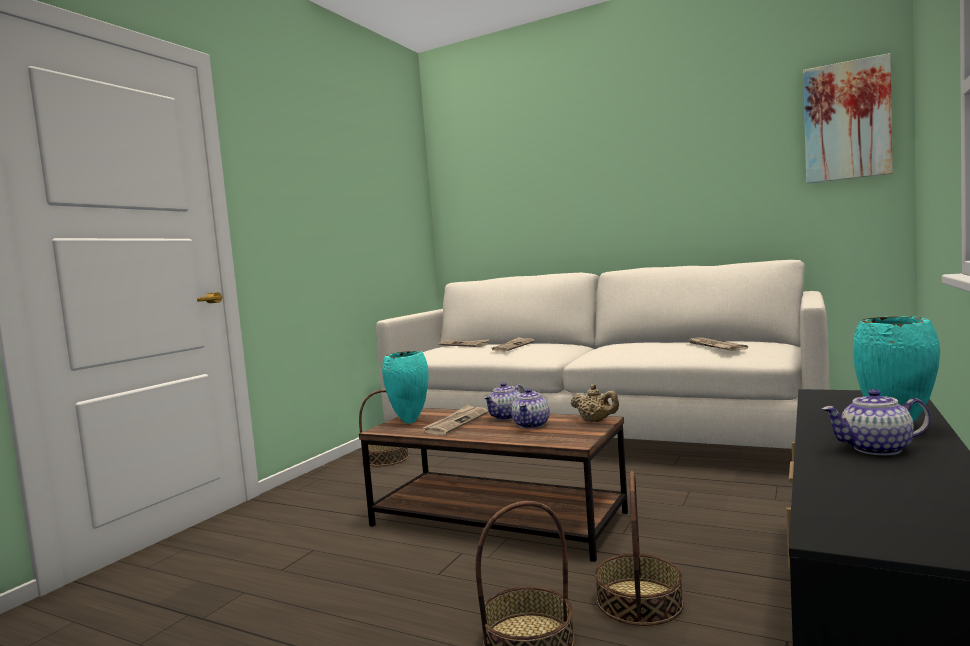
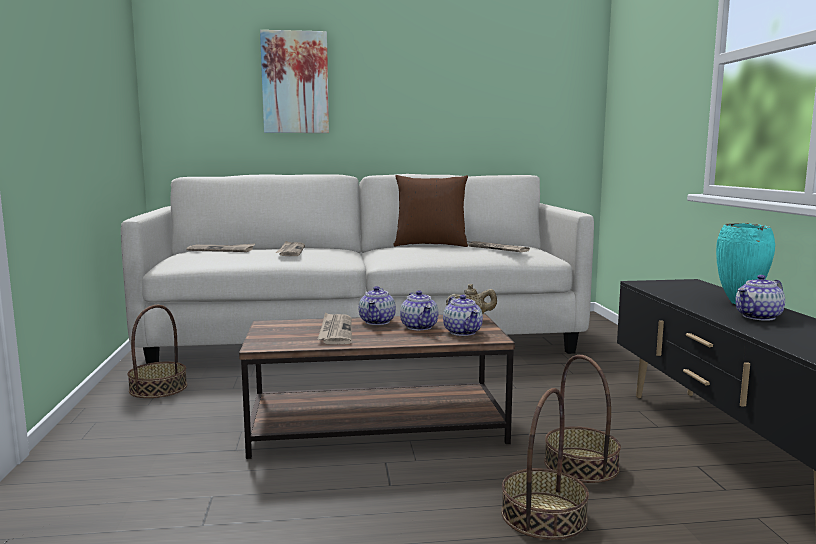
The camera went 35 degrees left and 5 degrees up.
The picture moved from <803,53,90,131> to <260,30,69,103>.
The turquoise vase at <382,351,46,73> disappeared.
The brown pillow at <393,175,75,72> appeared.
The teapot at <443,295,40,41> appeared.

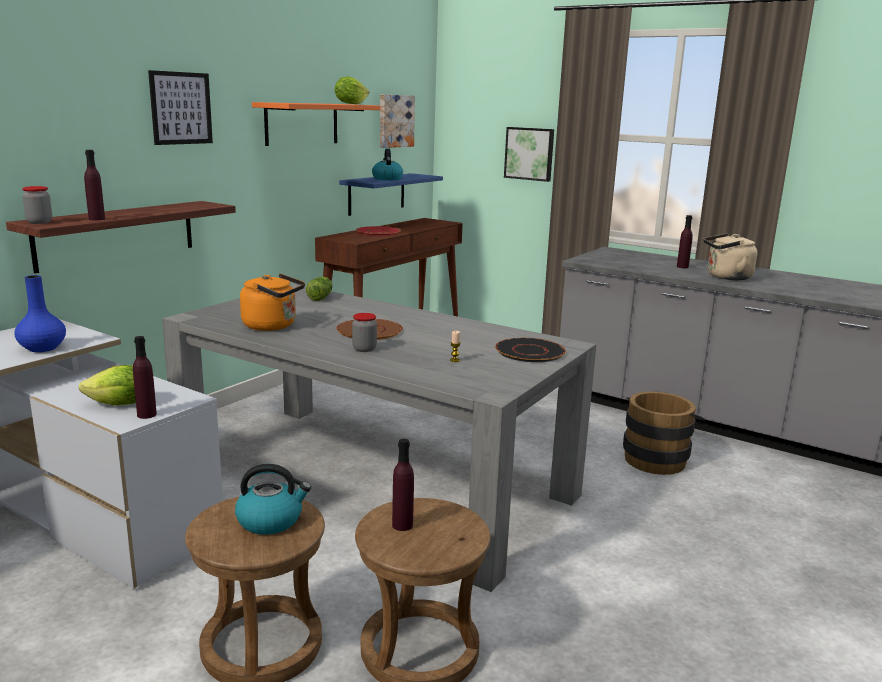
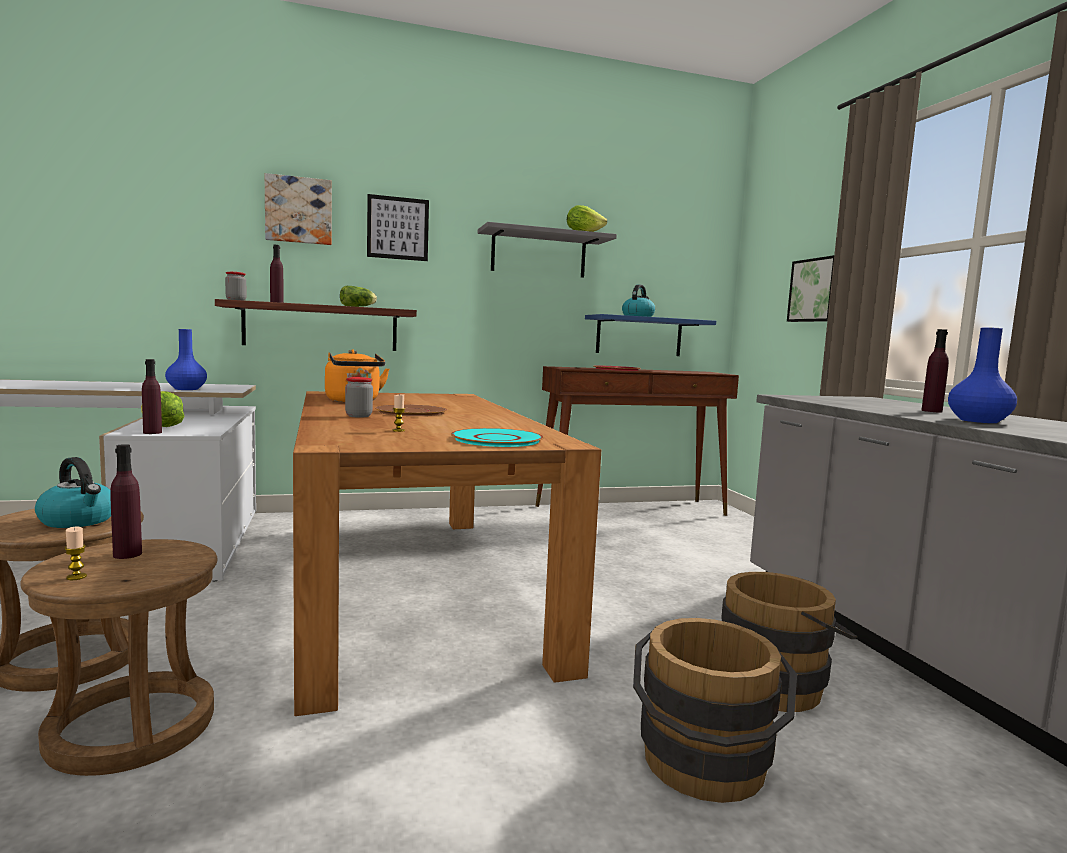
The camera went 40 degrees right and 10 degrees down.
The picture moved from <380,94,35,54> to <265,173,67,72>.
The orange shelf at <252,102,128,44> became the grey shelf at <478,222,139,56>.
The beige kettle at <704,234,53,46> was replaced by the blue vase at <948,328,69,95>.
The lettuce moved from <306,277,27,24> to <340,286,37,21>.
The grey dining table at <162,284,434,308> became the brown dining table at <293,391,308,325>.
The black plate at <495,338,71,24> became the turquoise plate at <451,428,93,19>.
The candle at <64,527,23,53> appeared.
The brown bucket at <633,618,164,185> appeared.

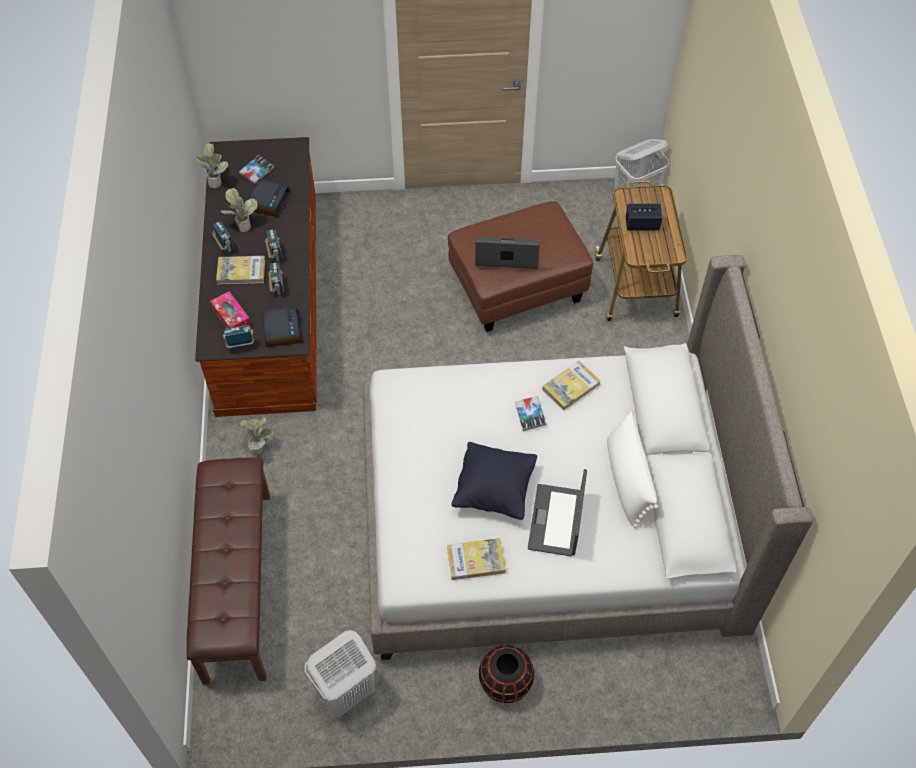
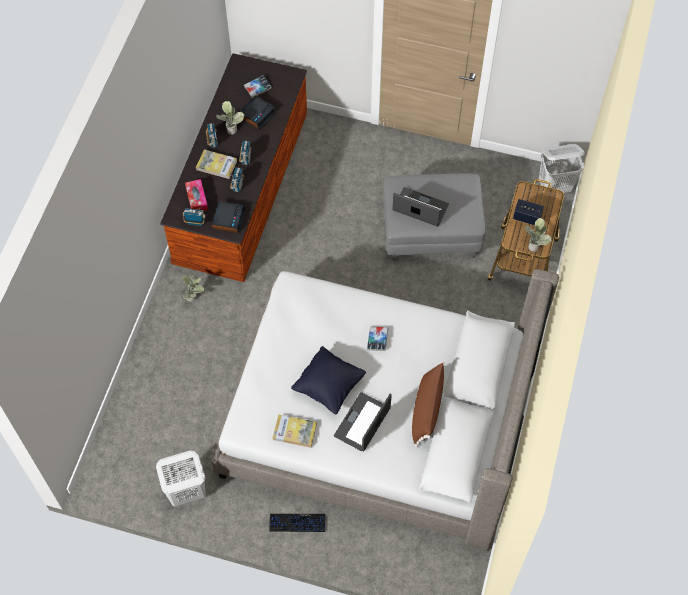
The camera went 20 degrees right and 5 degrees up.
The potted plant moved from <195,143,33,45> to <525,218,26,34>.
The brown ottoman at <448,201,145,131> became the grey ottoman at <383,173,103,88>.
The book at <542,361,59,50> disappeared.
The white pillow at <607,411,51,117> became the brown pillow at <412,362,33,85>.
The brown bench at <187,458,83,227> disappeared.
The black vase at <479,645,55,58> was replaced by the keyboard at <269,514,57,18>.

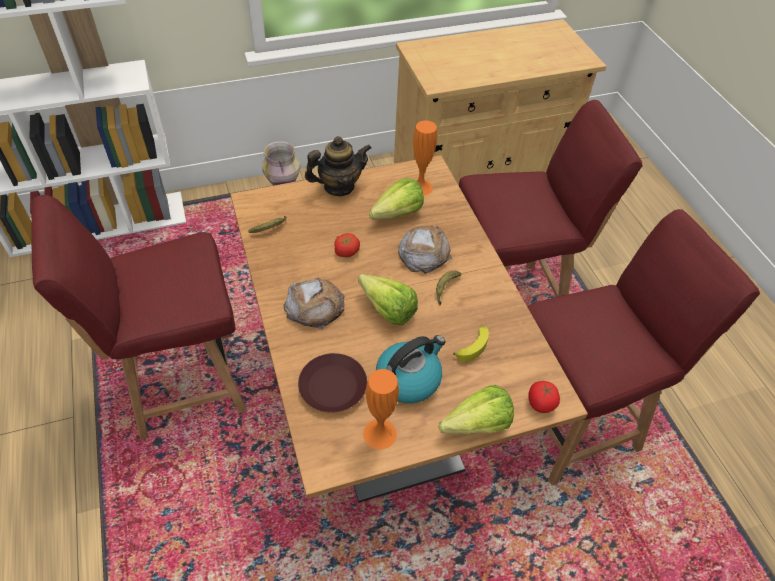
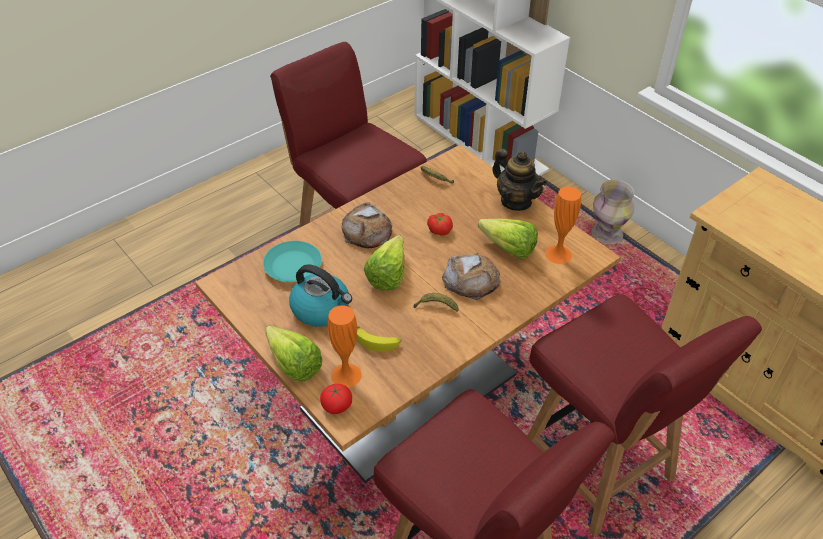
The camera went 70 degrees right and 5 degrees down.
The brown plate at <298,353,69,60> became the turquoise plate at <263,241,59,41>.
The orange vase moved from <363,369,36,81> to <328,306,34,82>.

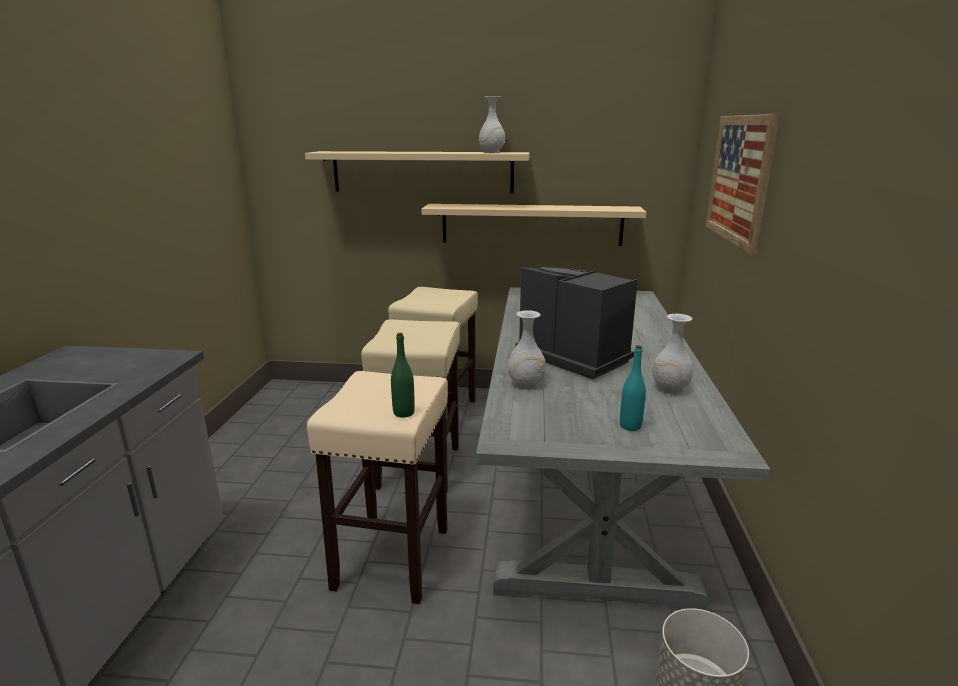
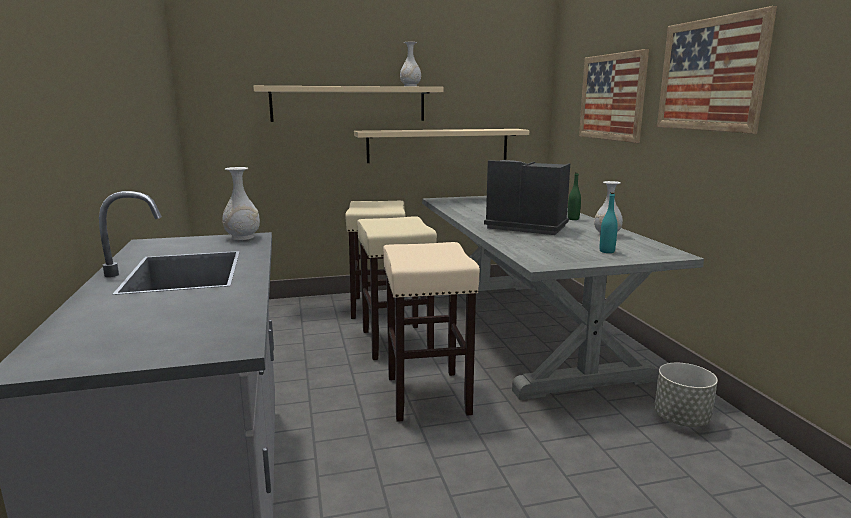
The camera went 20 degrees left and 5 degrees down.
The white vase moved from <508,310,38,79> to <222,167,38,73>.
The green bottle moved from <391,333,24,85> to <567,172,14,48>.
The picture at <657,6,120,128> appeared.

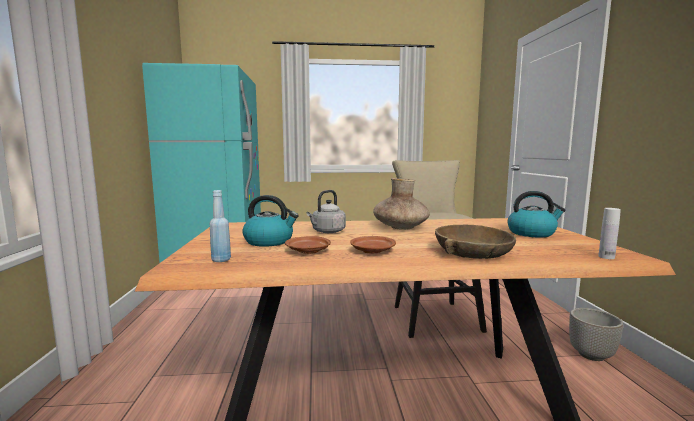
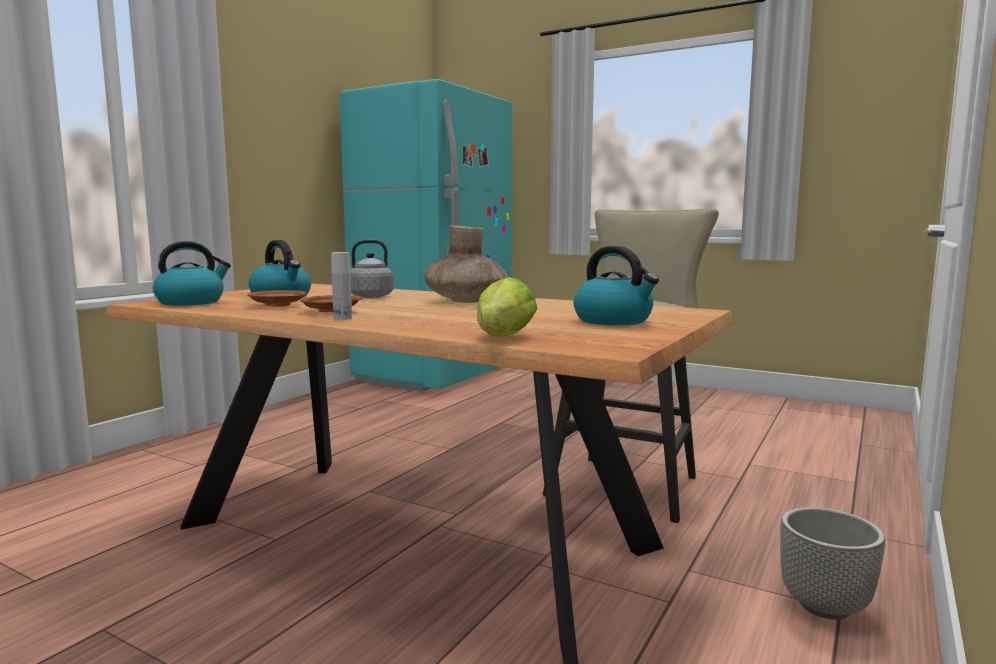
The camera went 35 degrees right and 0 degrees up.
The blue bottle at <210,190,21,72> was replaced by the kettle at <153,241,78,65>.
The white bottle moved from <598,208,23,51> to <331,252,21,68>.
The brown bowl at <435,225,81,34> disappeared.
The lettuce at <477,277,60,60> appeared.

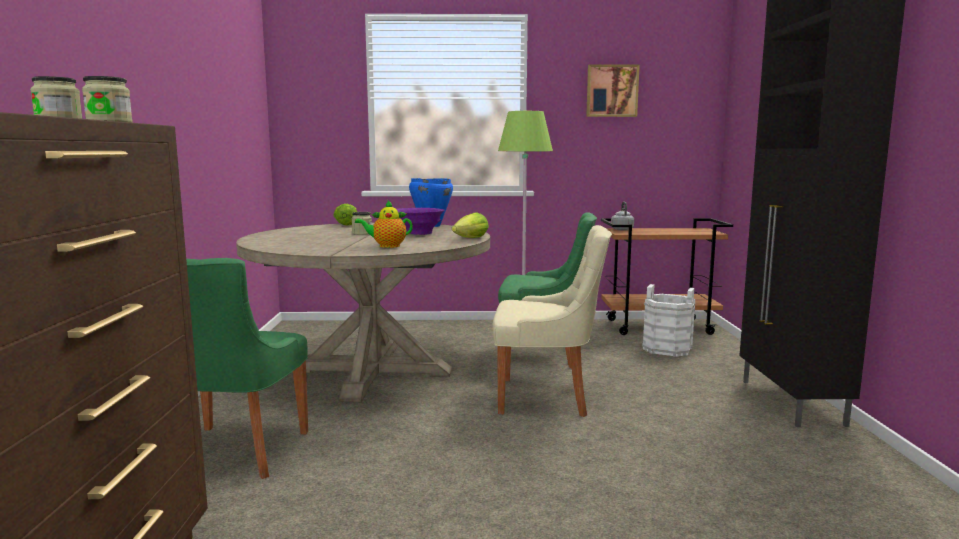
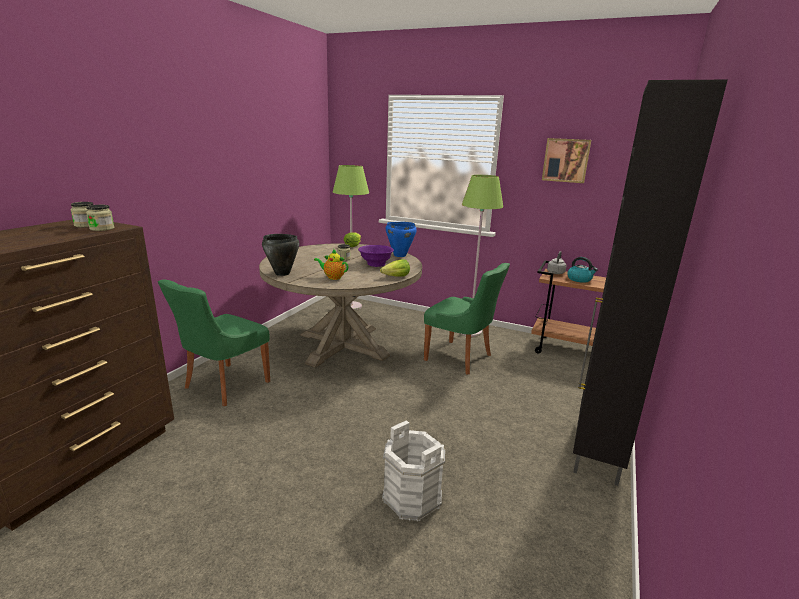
The camera went 25 degrees right and 10 degrees up.
The beige chair at <492,225,120,192> disappeared.
The white bucket moved from <642,284,53,73> to <382,420,63,102>.
The green floor lamp at <333,165,36,146> appeared.
The black cooking pot at <262,234,37,42> appeared.
The kettle at <567,257,31,26> appeared.

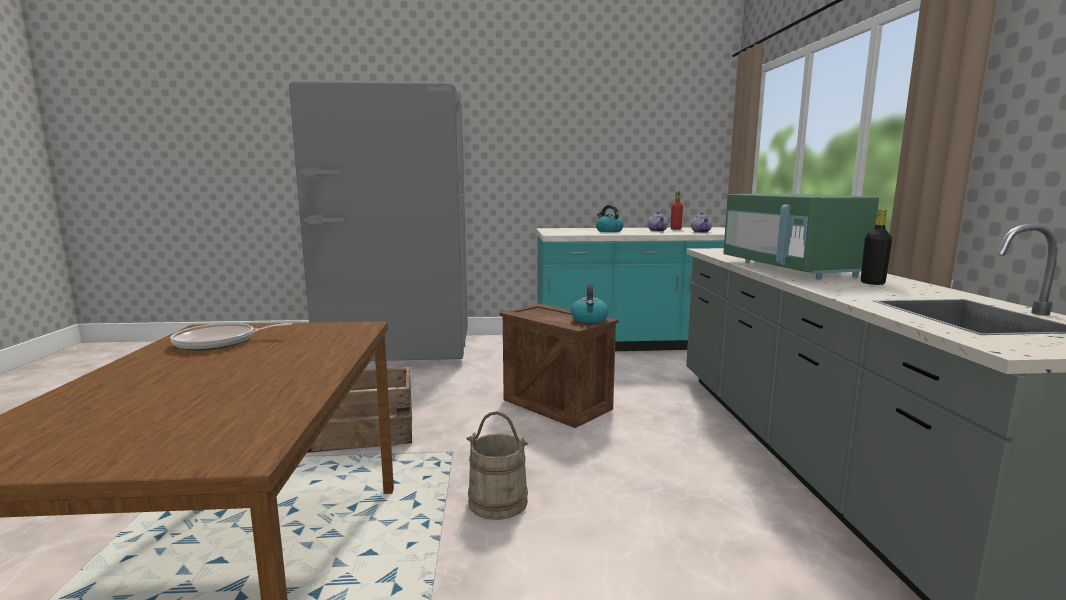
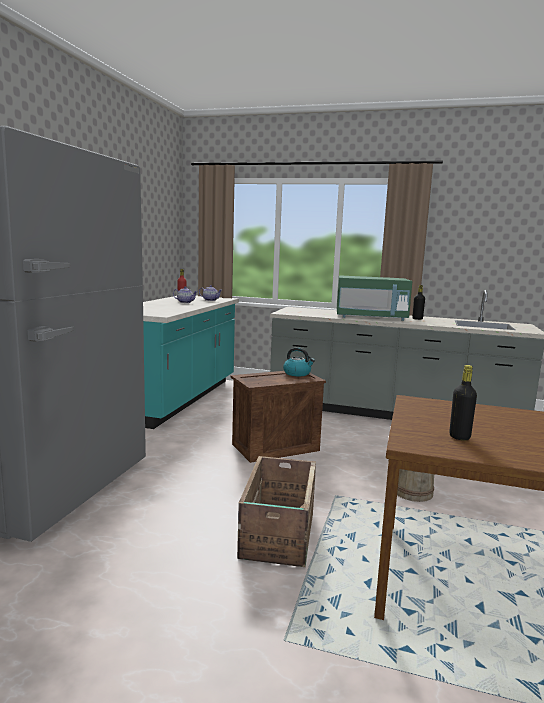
The camera went 70 degrees left and 0 degrees up.
The kettle at <596,205,27,27> disappeared.
The frying pan at <170,323,122,27> was replaced by the black bottle at <449,365,28,76>.

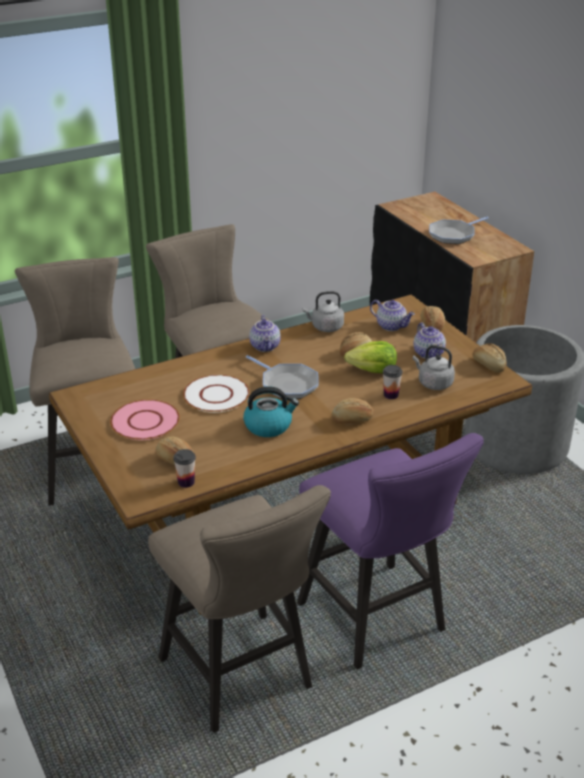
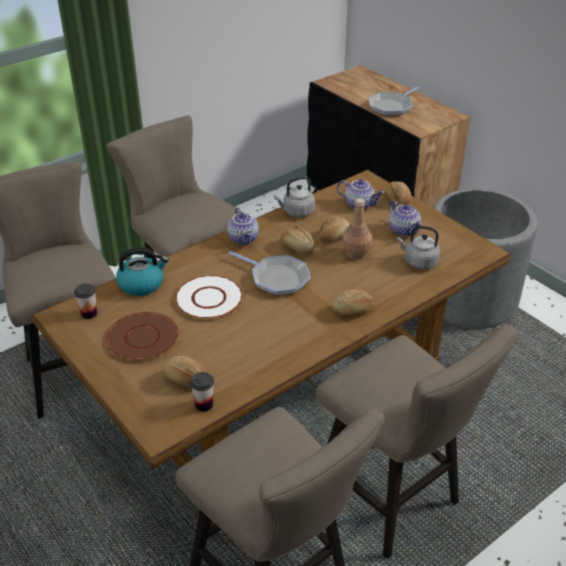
The camera went 10 degrees left and 5 degrees up.
The lettuce at <344,341,53,32> was replaced by the brown bottle at <342,198,30,62>.
The bread moved from <473,343,34,30> to <281,227,33,29>.
The cup moved from <383,365,19,34> to <74,283,23,36>.
The kettle moved from <243,387,56,50> to <116,247,53,49>.
The pink plate at <110,399,70,41> became the brown plate at <106,312,73,49>.
The purple stool at <297,433,187,236> became the beige stool at <316,326,201,233>.

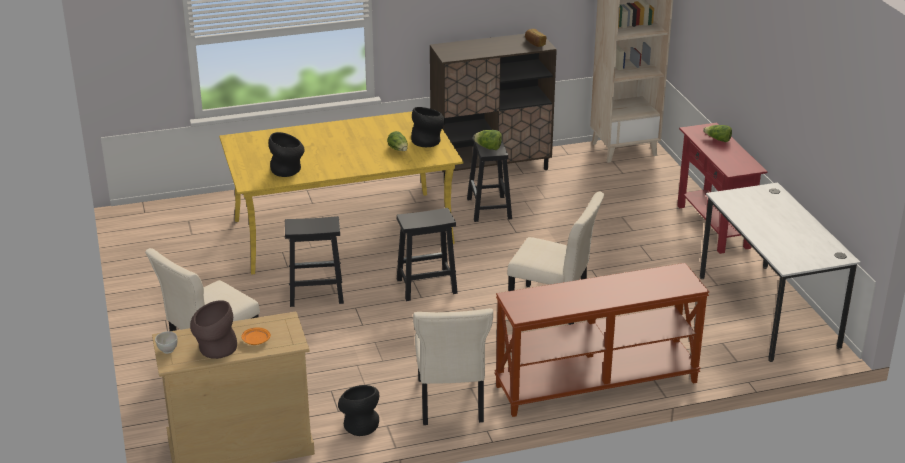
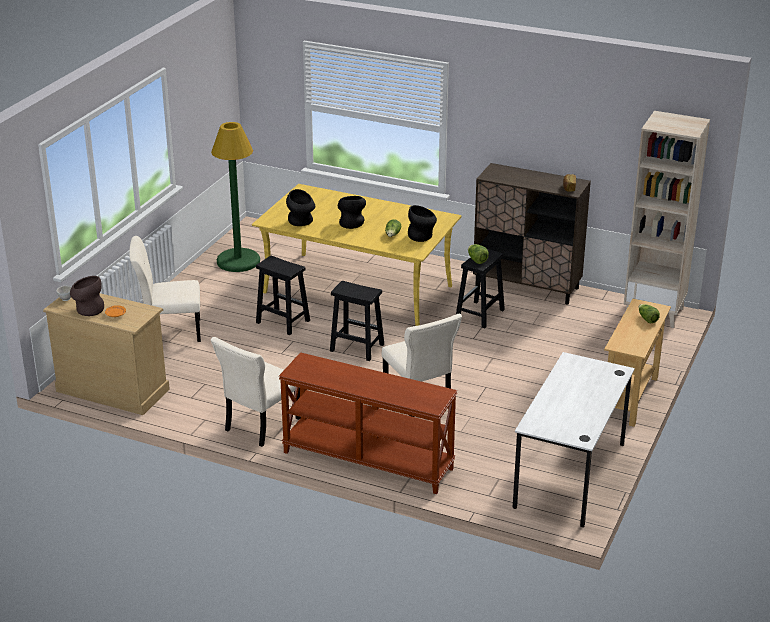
The camera went 40 degrees right and 0 degrees up.
The red console table at <677,123,91,131> became the beige console table at <604,299,67,128>.
The black vase moved from <338,385,41,51> to <338,196,28,33>.
The green floor lamp at <211,122,49,150> appeared.

